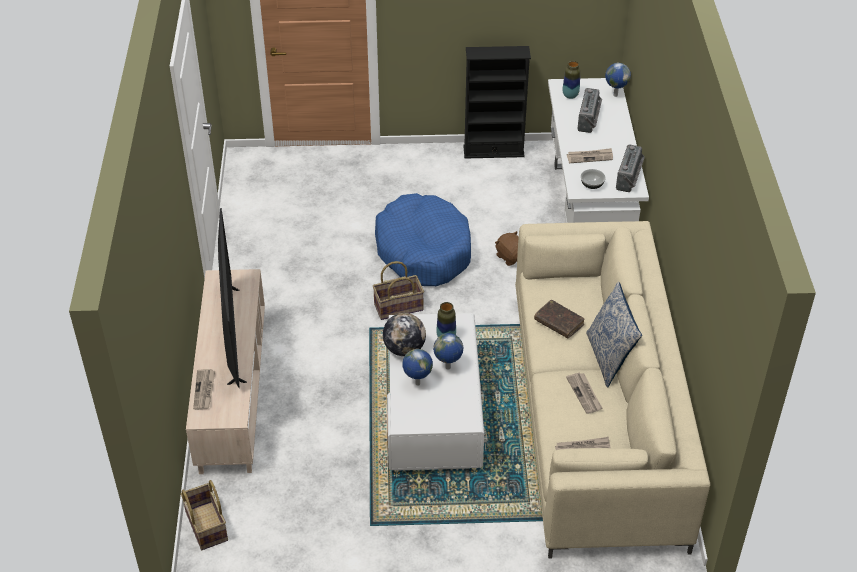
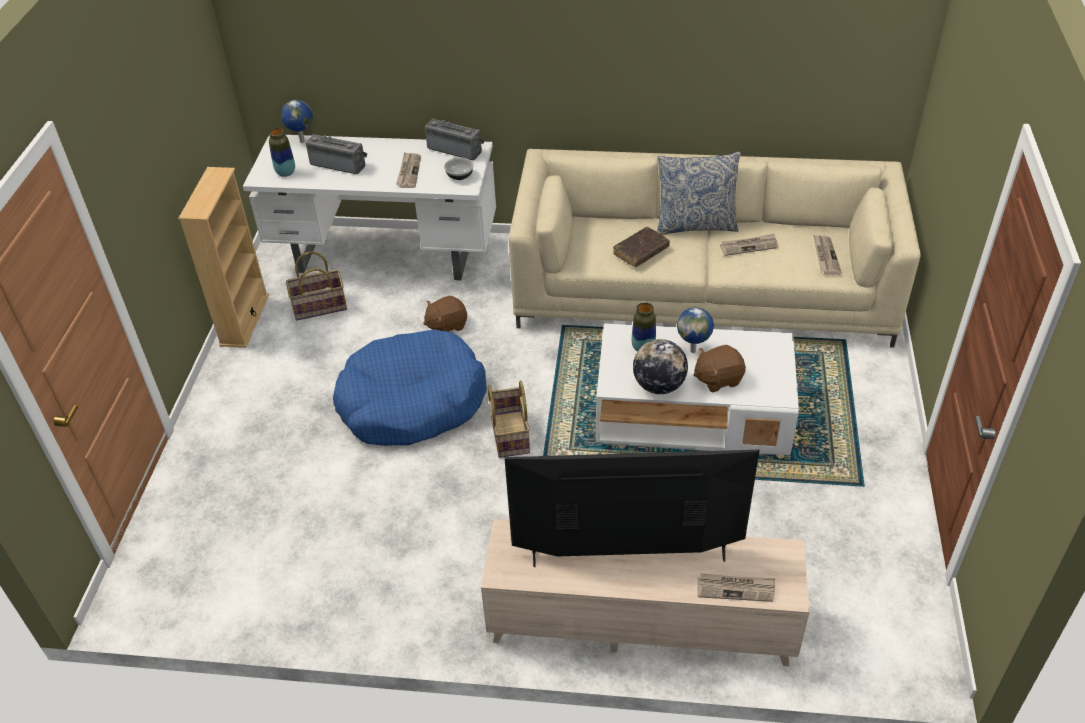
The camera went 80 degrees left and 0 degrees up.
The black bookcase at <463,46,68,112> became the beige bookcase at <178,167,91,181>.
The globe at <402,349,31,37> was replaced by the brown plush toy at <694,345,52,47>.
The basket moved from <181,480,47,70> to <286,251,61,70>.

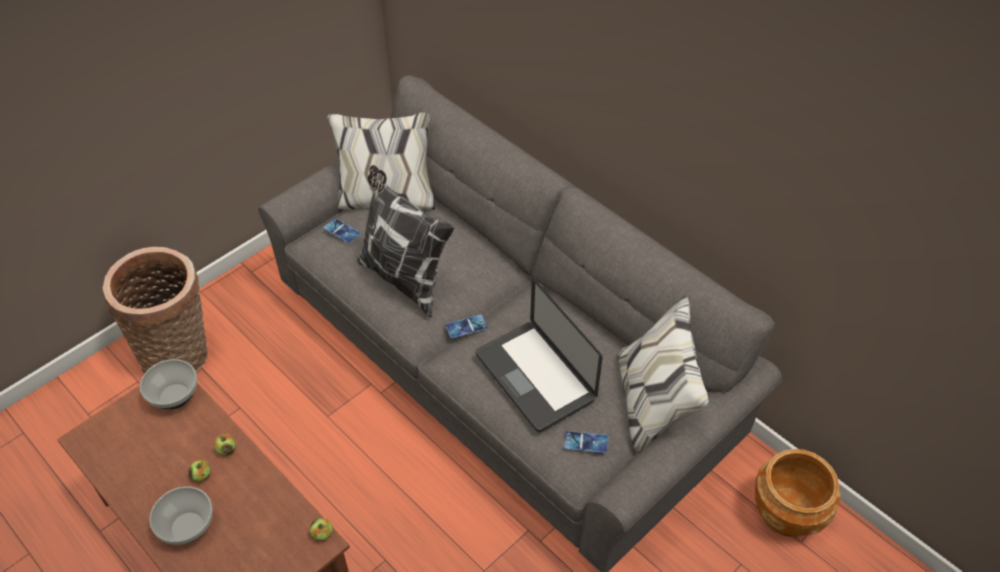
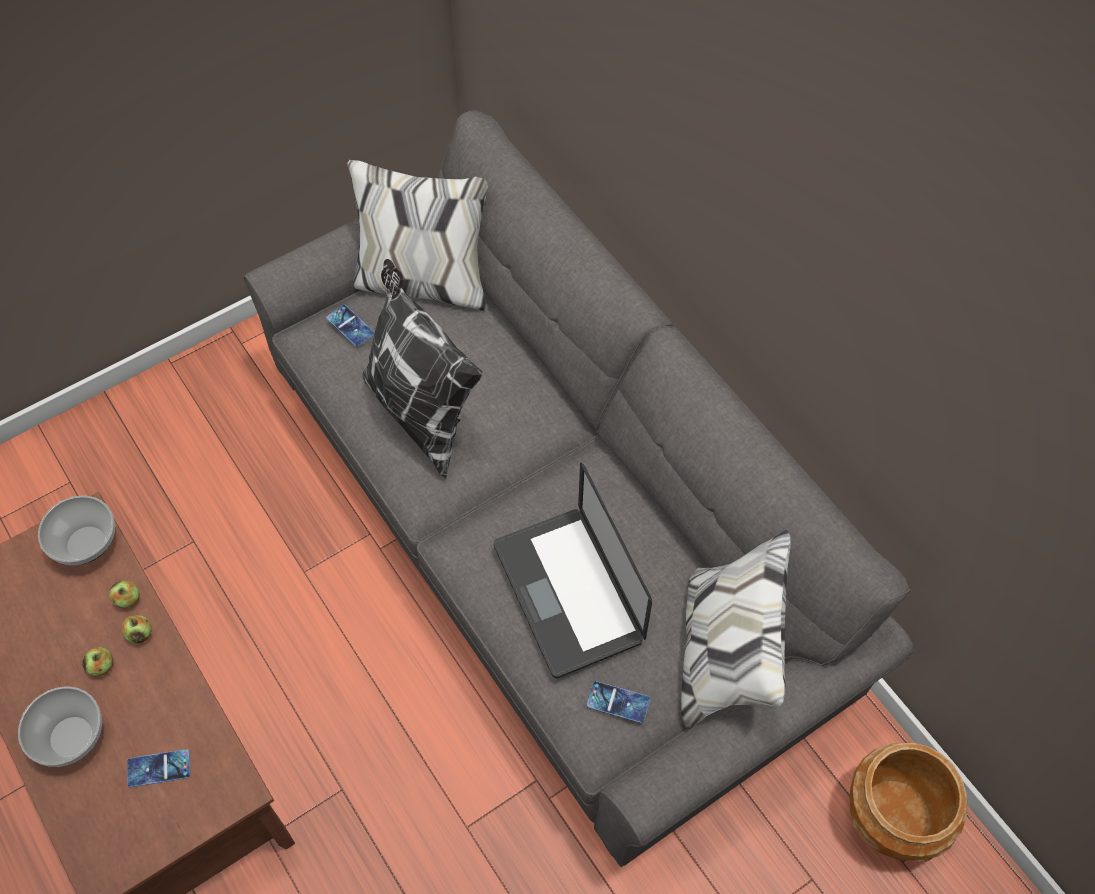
The camera went 10 degrees right and 10 degrees up.
The basket at <102,247,106,127> disappeared.
The phone moved from <445,315,43,23> to <127,749,63,38>.
The apple moved from <310,518,23,23> to <109,581,31,27>.

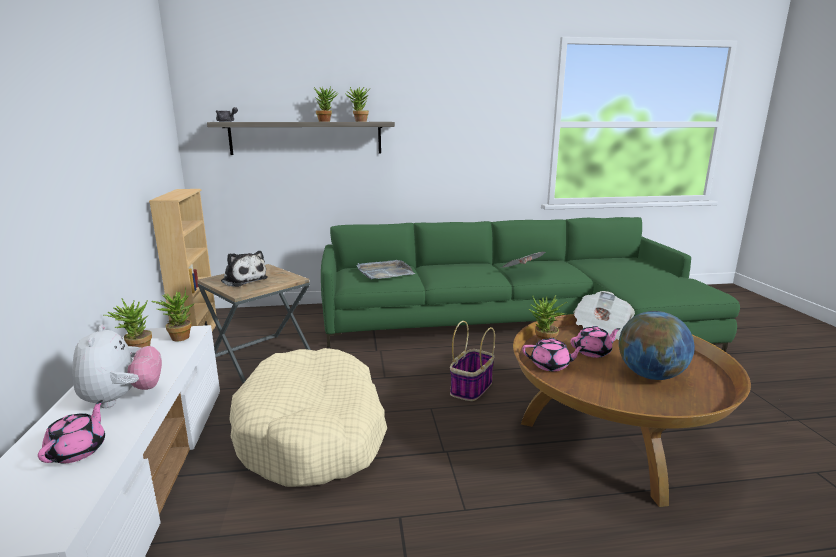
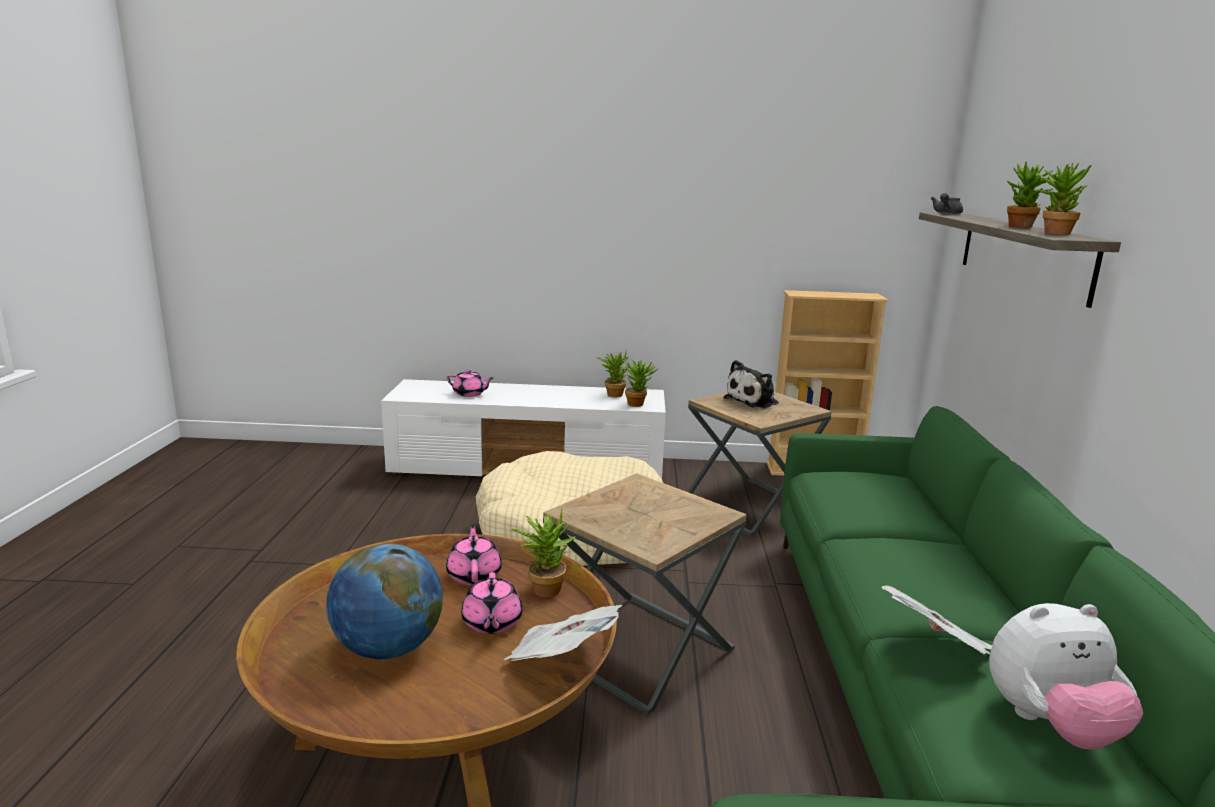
The camera went 100 degrees right and 0 degrees up.
The grey tray at <356,260,59,19> disappeared.
The basket at <450,321,45,80> was replaced by the brown side table at <543,473,204,242>.
The plush toy moved from <72,325,90,83> to <989,603,154,147>.
The pink teapot at <522,338,63,33> turned 150 degrees clockwise.

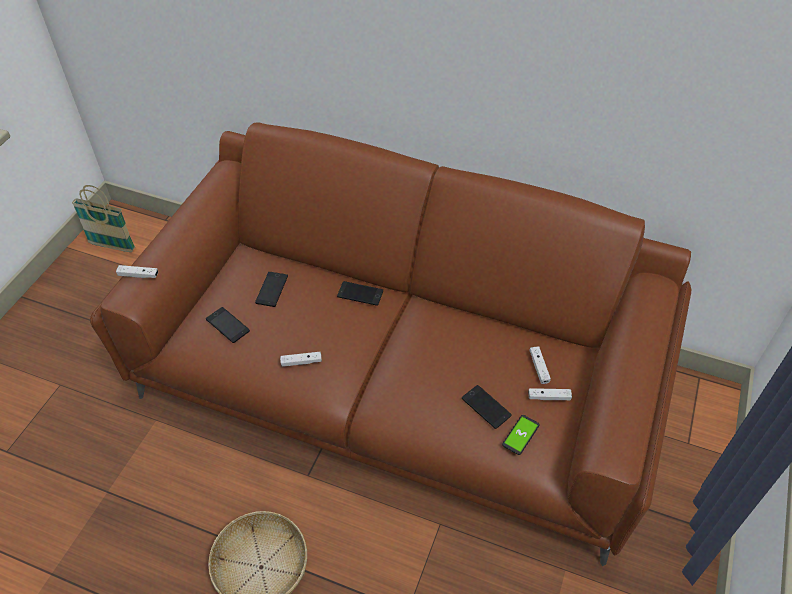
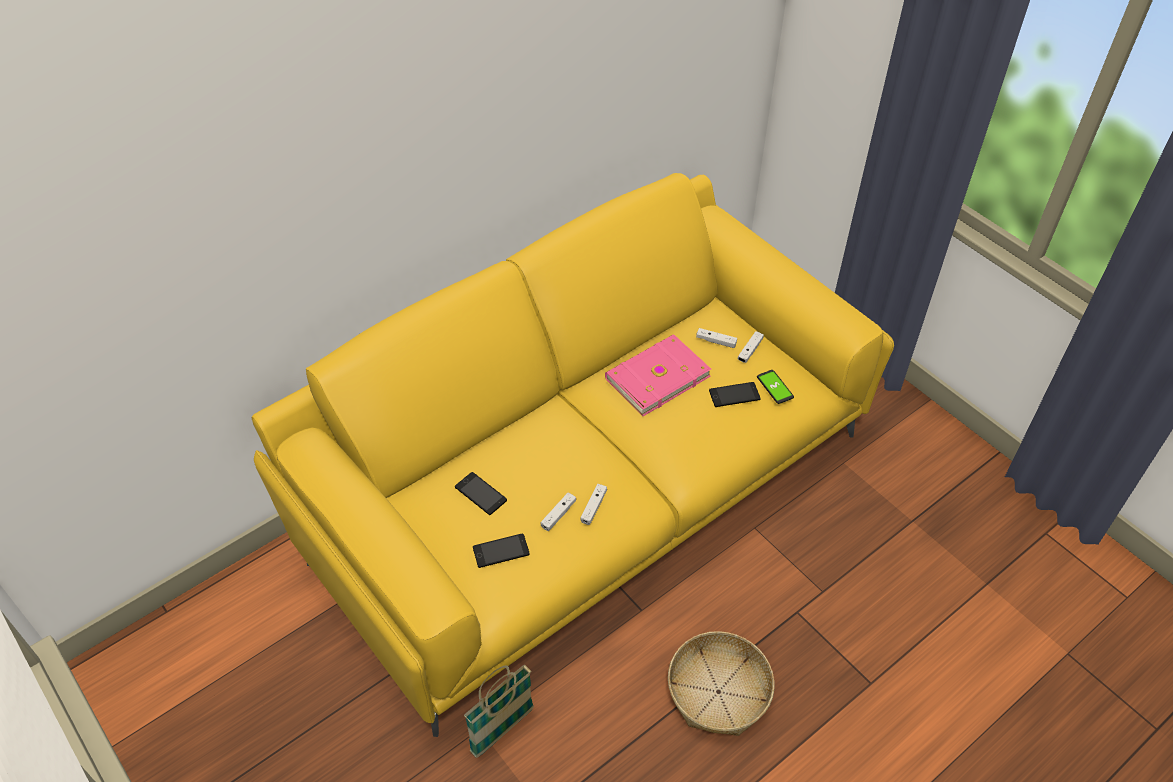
The camera went 60 degrees left and 0 degrees up.
The brown sofa at <90,122,601,444> became the yellow sofa at <252,173,642,564>.
The basket moved from <72,185,63,67> to <464,665,70,93>.
The white game controller moved from <116,265,42,13> to <541,493,35,38>.
The phone at <337,281,46,25> disappeared.
The pink book at <605,334,106,82> appeared.

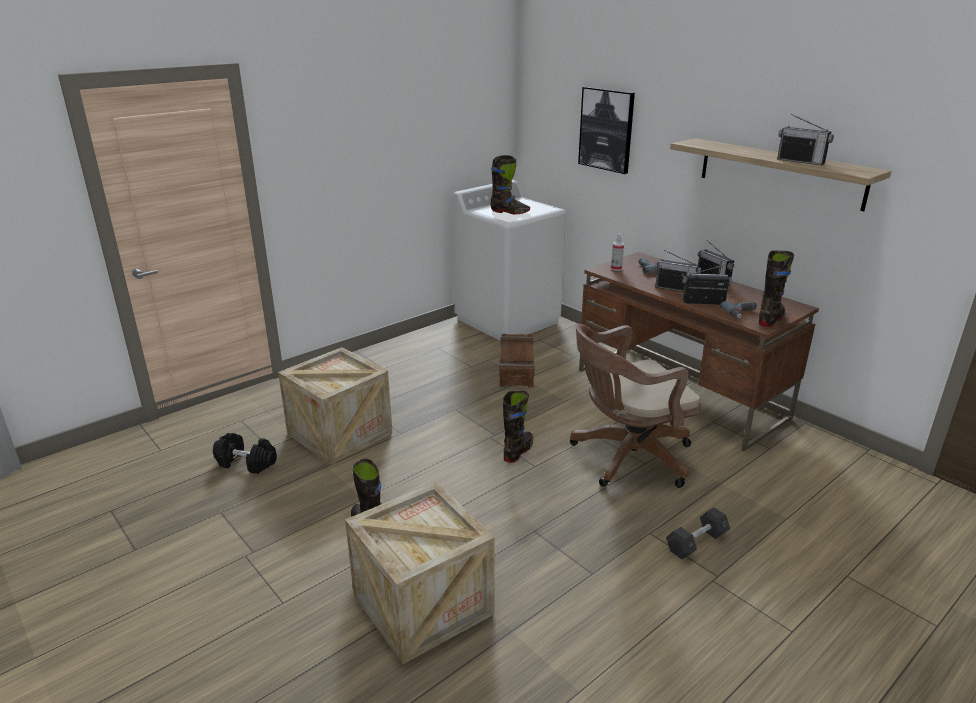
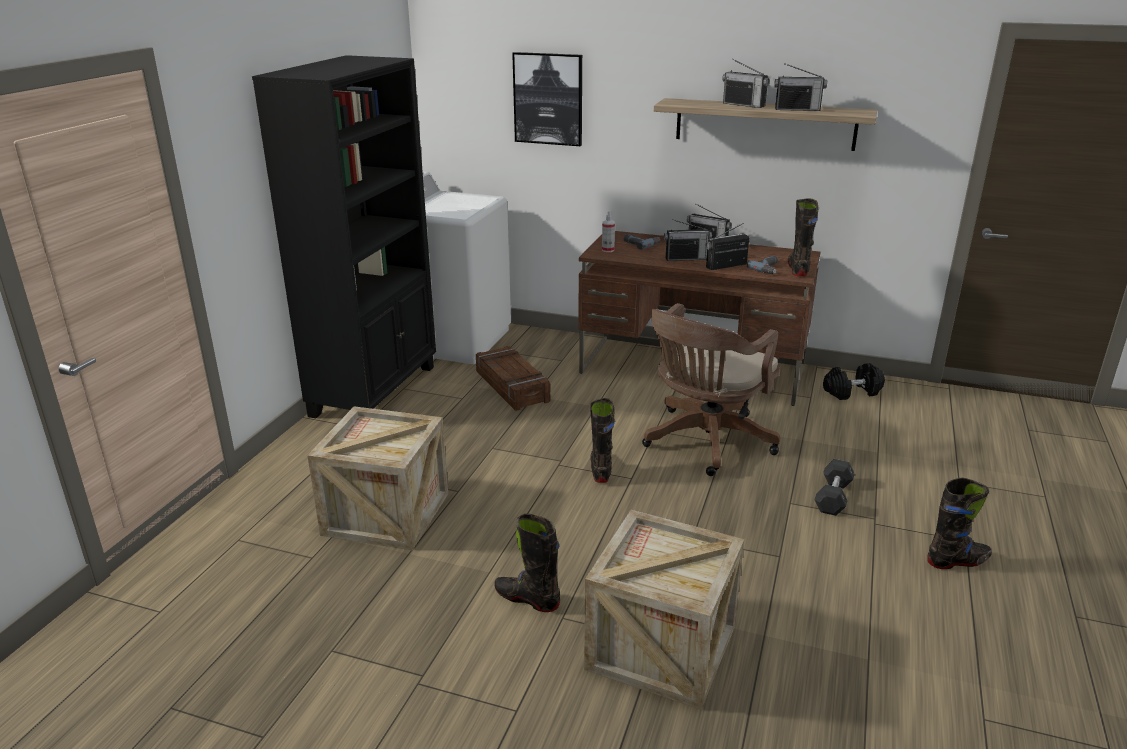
The camera went 30 degrees left and 0 degrees up.
The black boot moved from <490,155,40,60> to <927,478,65,91>.
The black dumbbell moved from <213,433,64,41> to <823,363,62,37>.
The black bookcase at <252,55,184,363> appeared.
The radio at <722,59,48,49> appeared.

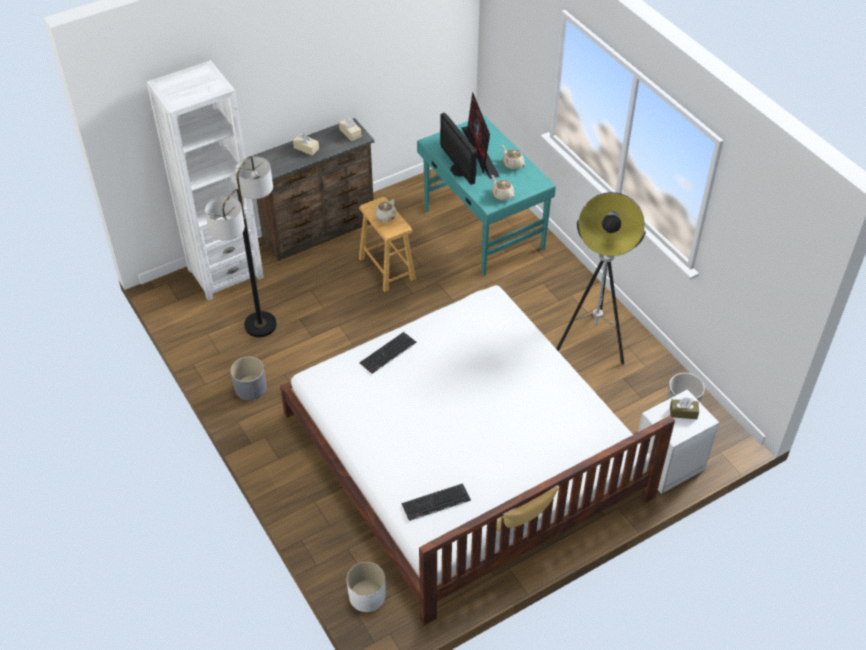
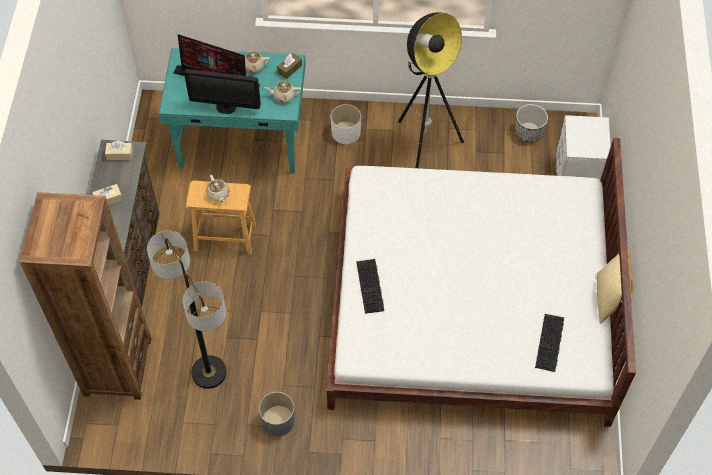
The camera went 55 degrees left and 10 degrees up.
The white bookcase at <147,60,117,241> became the brown bookcase at <20,192,132,208>.
The brown tissue box moved from <670,398,29,21> to <277,53,25,26>.
The white planter moved from <347,562,39,50> to <331,104,30,40>.

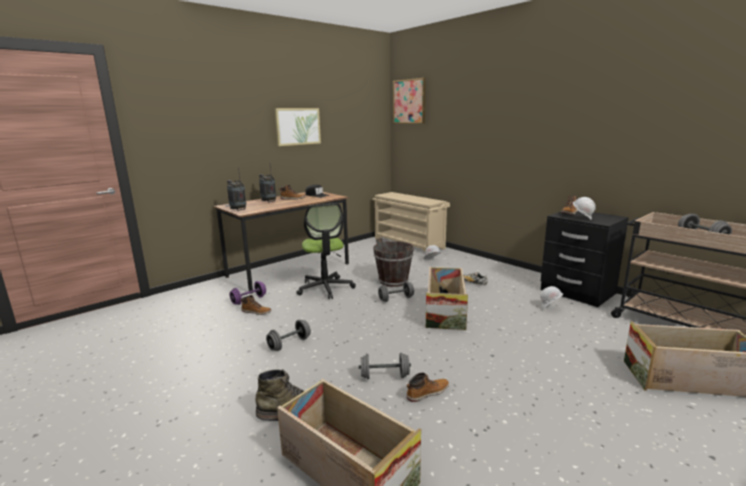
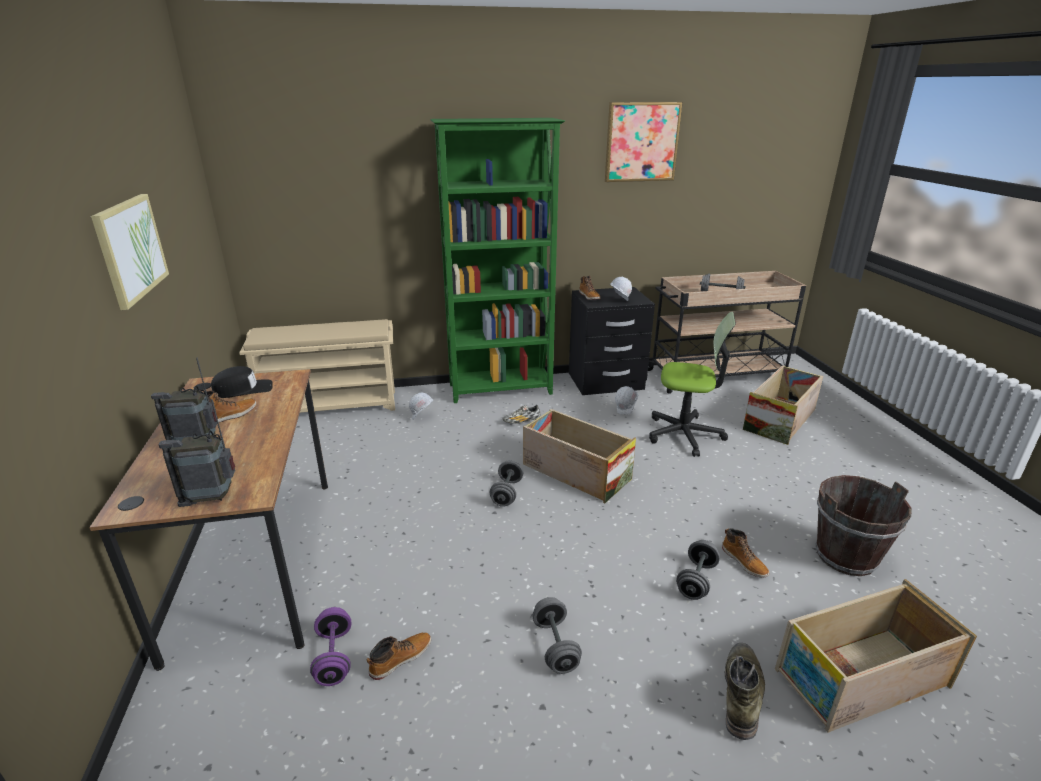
The camera went 60 degrees left and 10 degrees up.
The picture moved from <393,78,33,46> to <605,102,78,80>.
The office chair moved from <296,203,60,96> to <649,312,87,145>.
The brown bucket moved from <373,238,41,49> to <816,475,96,101>.
The boot at <406,372,43,30> turned 150 degrees clockwise.
The green bookcase at <430,118,135,285> appeared.

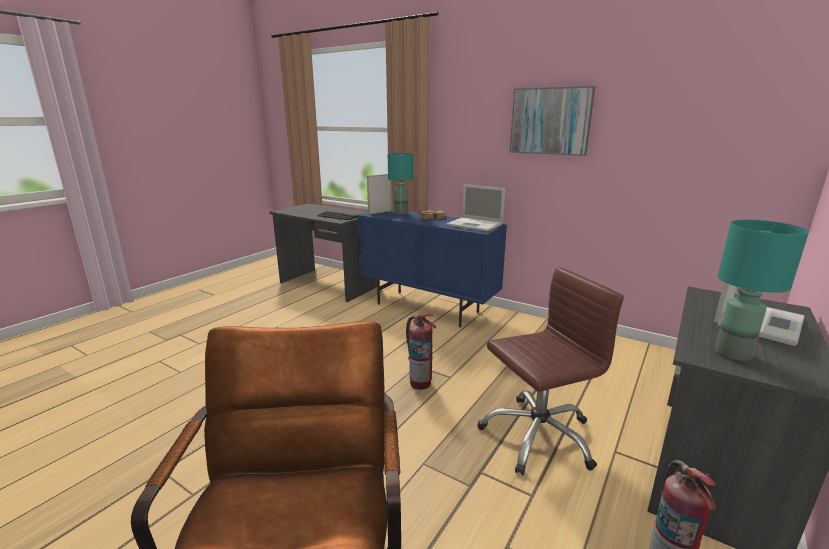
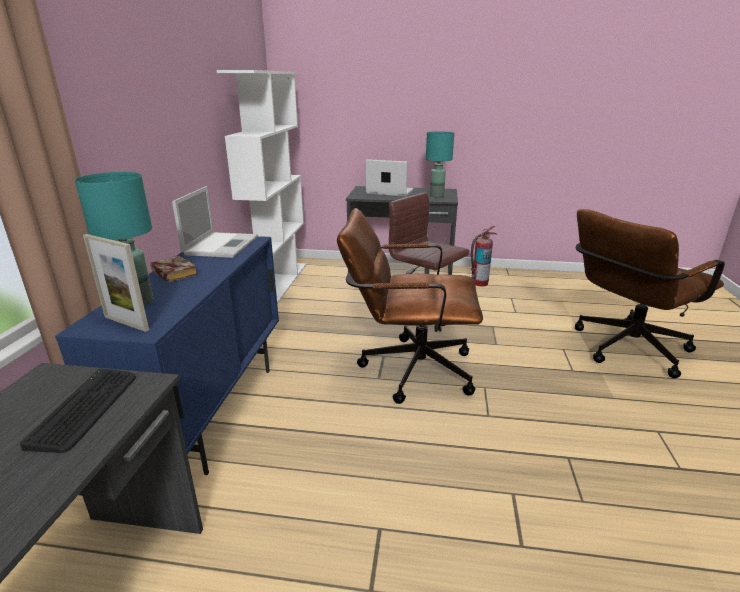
The camera went 115 degrees left and 5 degrees up.
The picture at <510,86,85,70> disappeared.
The fire extinguisher at <406,314,30,76> was replaced by the brown office chair at <337,208,146,196>.
The white bookcase at <217,70,89,234> appeared.

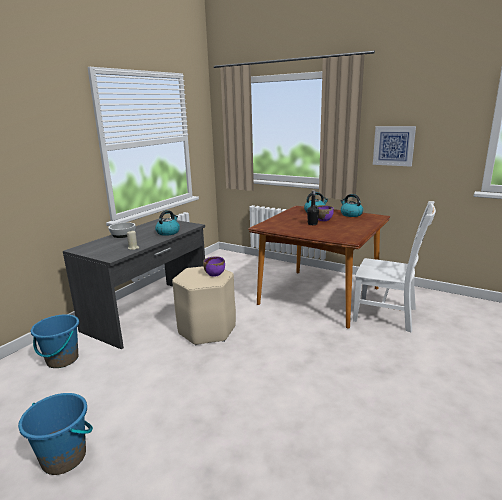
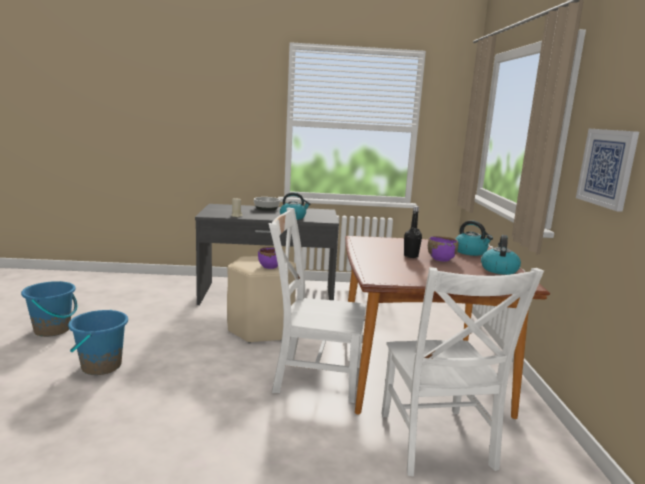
The camera went 55 degrees right and 5 degrees down.
The blue bucket moved from <31,314,48,54> to <68,310,60,65>.
The white chair at <269,207,97,196> appeared.

